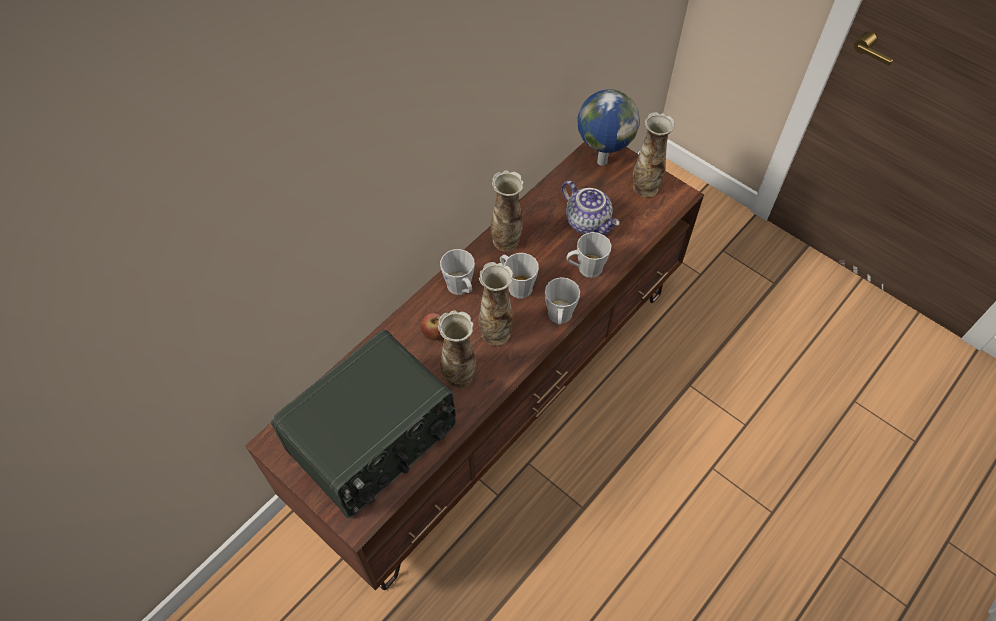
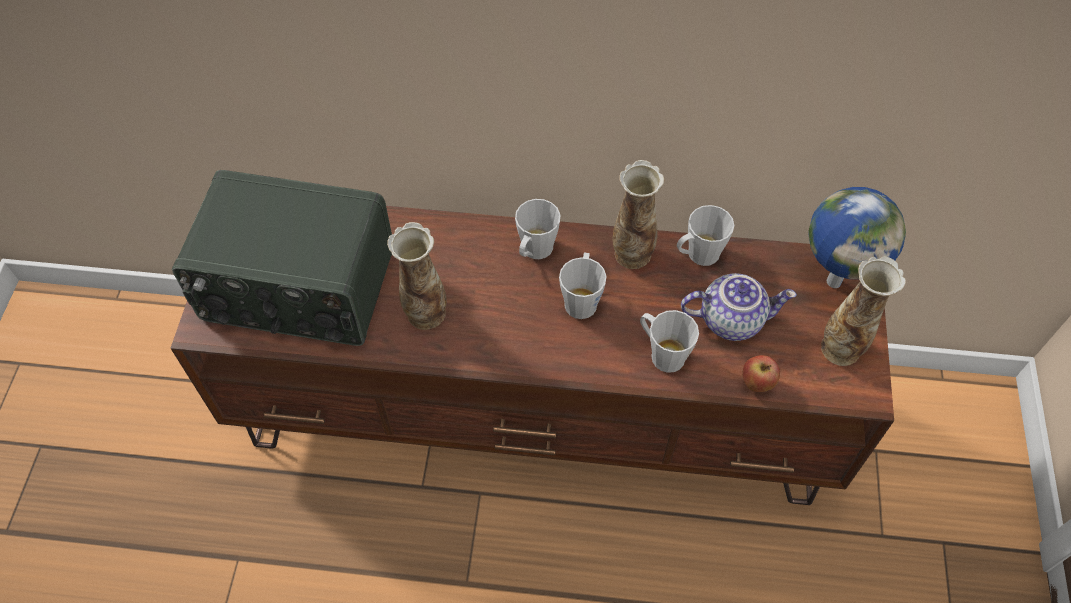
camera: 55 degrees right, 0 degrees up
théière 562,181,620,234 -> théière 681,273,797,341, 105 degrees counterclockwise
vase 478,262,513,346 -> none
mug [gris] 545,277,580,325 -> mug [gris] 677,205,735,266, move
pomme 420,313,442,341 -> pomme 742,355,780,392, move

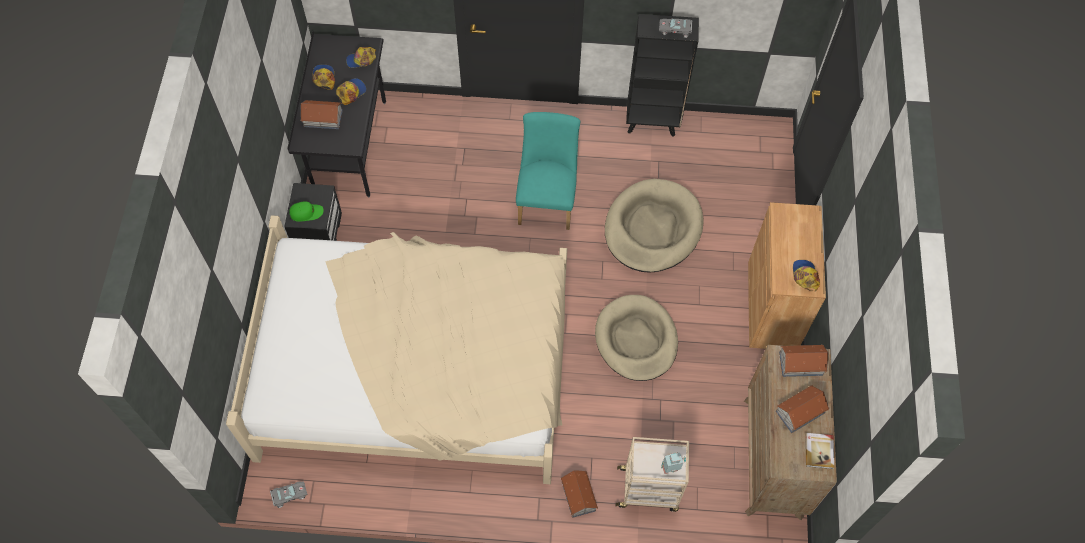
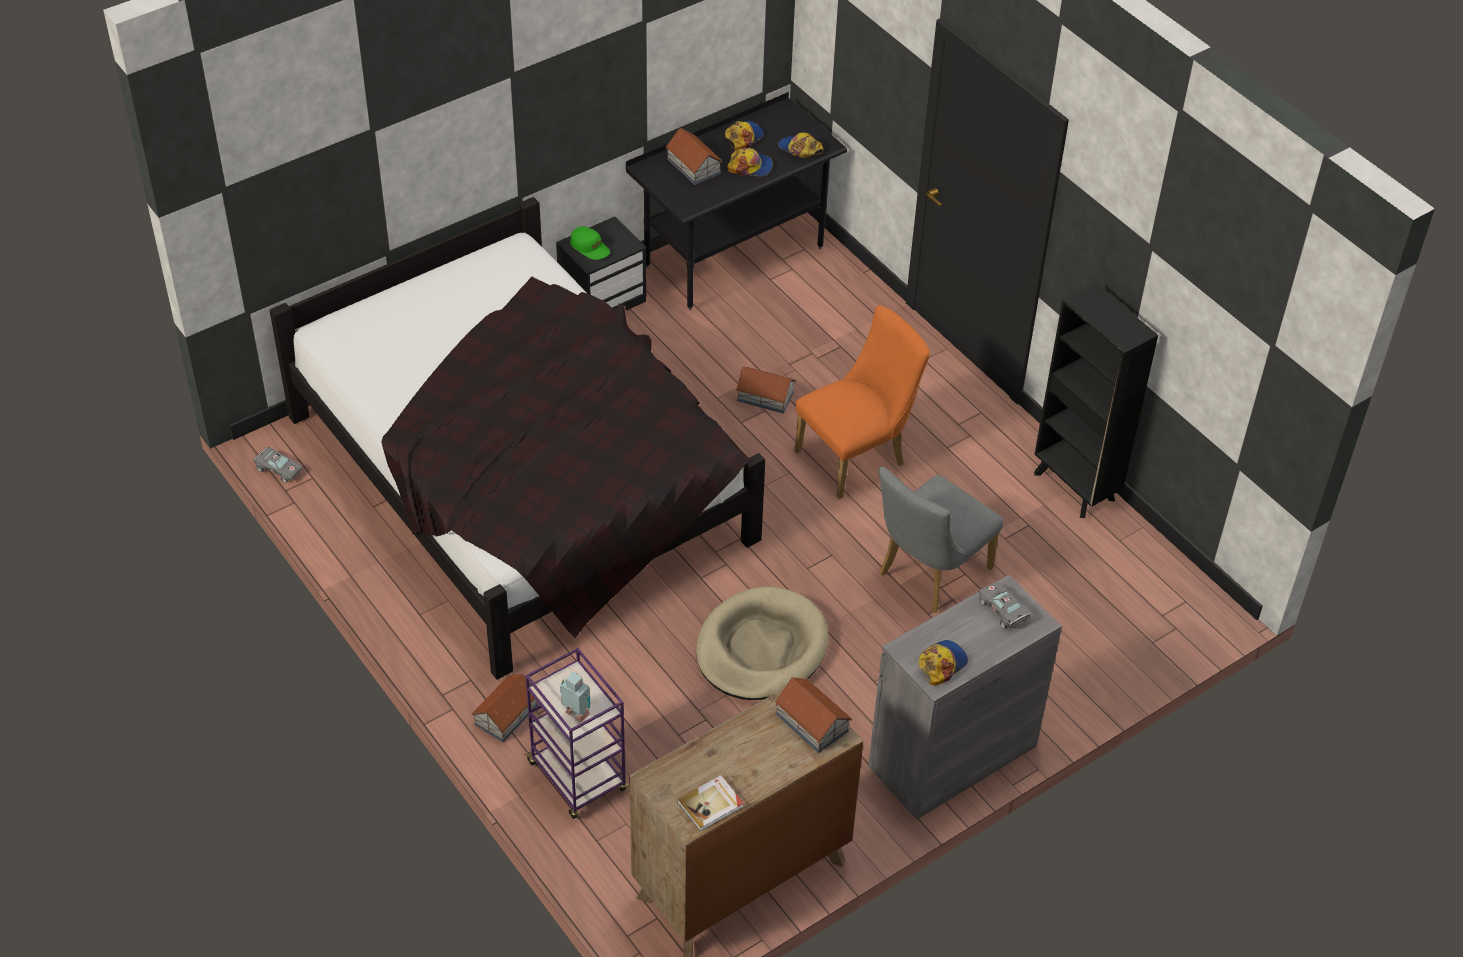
camera: 50 degrees right, 15 degrees down
petite voiture [gris] 659,17,692,38 -> petite voiture [gris] 979,582,1031,629, move
chaise [turquoise] 516,112,580,230 -> chaise [orange] 794,305,930,499
panier pour chien [beige] 605,179,704,272 -> chaise [gris] 879,467,1003,613
meuble de rangement [marron] 748,202,826,349 -> meuble de rangement [gris] 868,575,1062,820
lit [beige] 226,215,567,484 -> lit [noir] 270,197,765,680
maison miniature 776,385,830,433 -> maison miniature 736,367,796,413, move
chariot [beige] 616,437,689,512 -> chariot [violet] 524,648,628,819

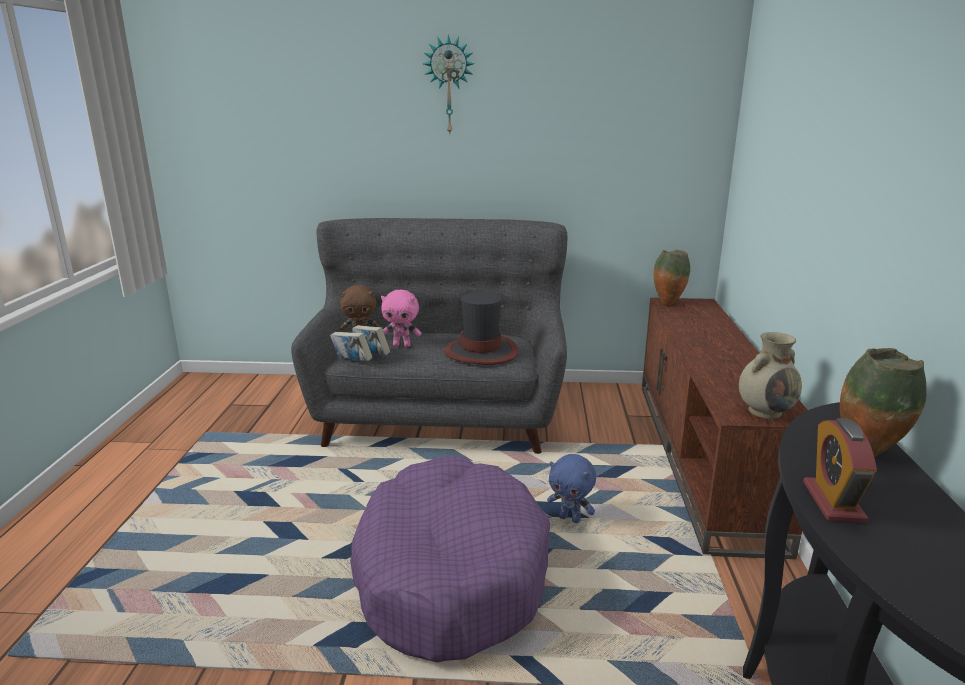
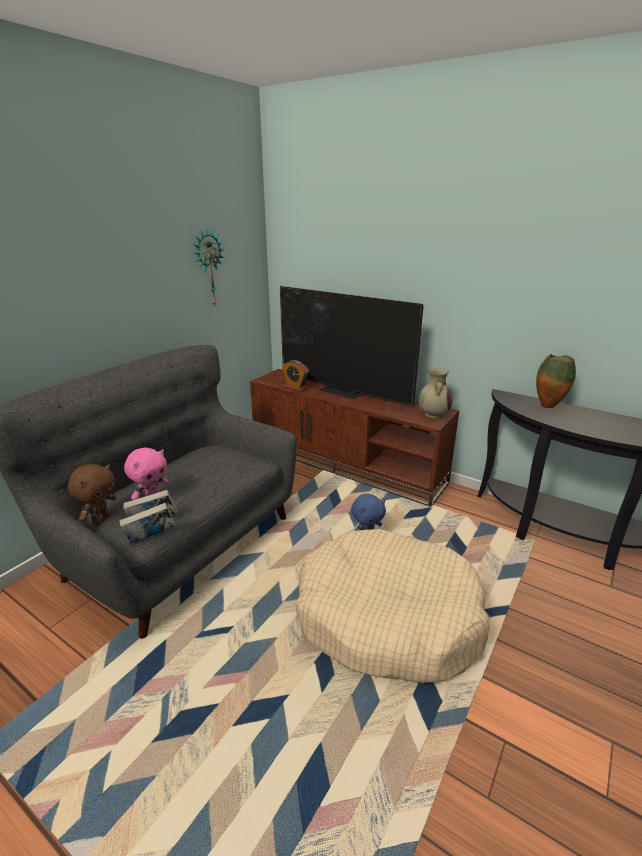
camera: 60 degrees left, 5 degrees up
horloge murale 423,35,474,134 -> horloge murale 194,229,224,306, move
vase 654,250,690,305 -> none
chapeau 444,292,519,365 -> none
réveil 803,418,877,522 -> réveil 282,360,309,392, move
panier pour chien [violet] 350,456,550,663 -> panier pour chien [beige] 295,529,490,683
none -> téléviseur 280,286,423,406

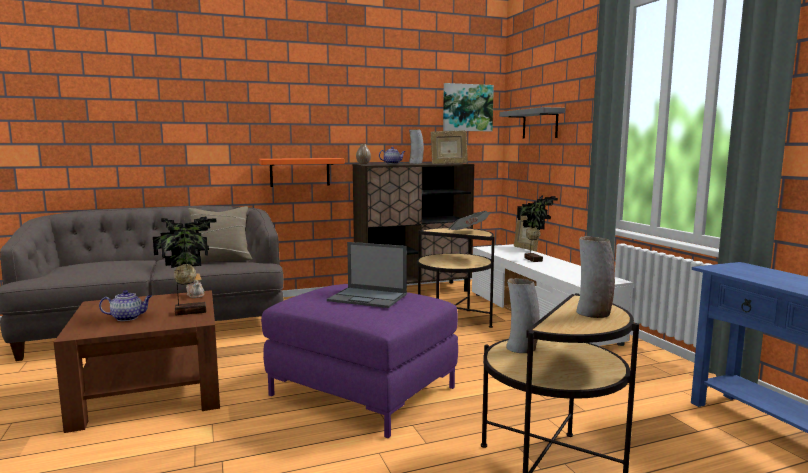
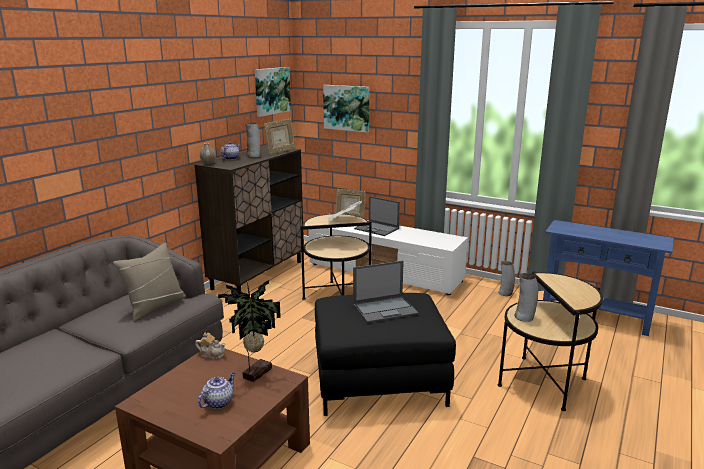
camera: 40 degrees left, 10 degrees up
étagère [gris] 499,107,565,138 -> tableau 323,85,369,132
étagère [orange] 259,158,345,187 -> none
plante en pot 517,195,558,262 -> ordinateur portable 354,196,400,236
vase 576,236,615,318 -> vase 498,261,515,296, move
pouf [violet] 261,284,458,438 -> pouf [noir] 315,293,456,416

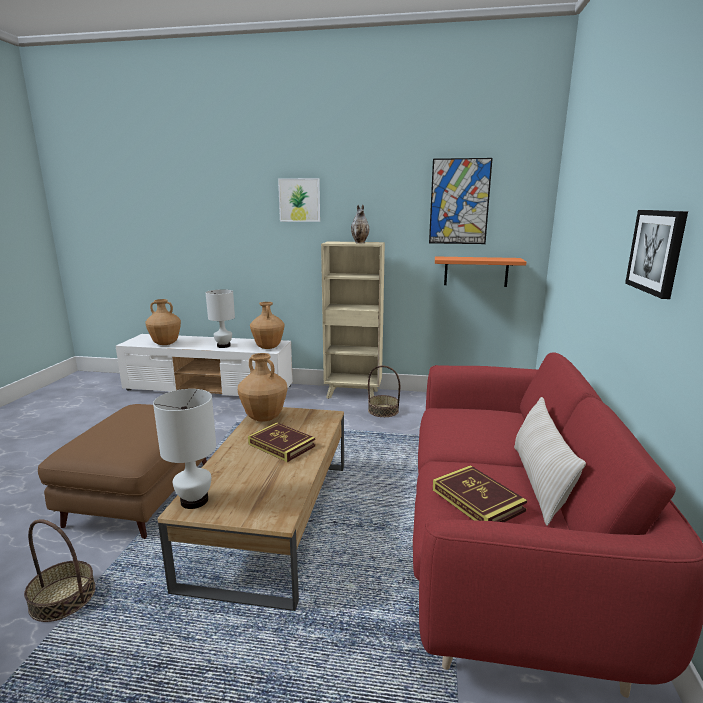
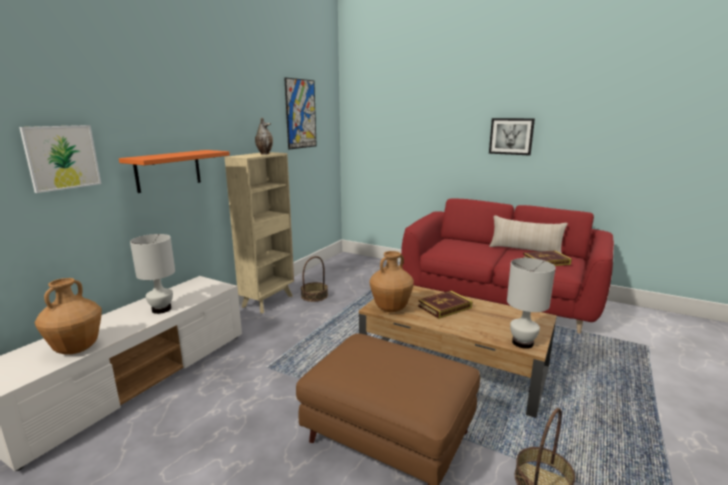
camera: 70 degrees left, 0 degrees up
tableau 278,178,320,222 -> tableau 19,125,101,193, move
étagère [orange] 435,256,526,287 -> étagère [orange] 119,150,230,193, move
vase [marron] 250,302,285,349 -> none

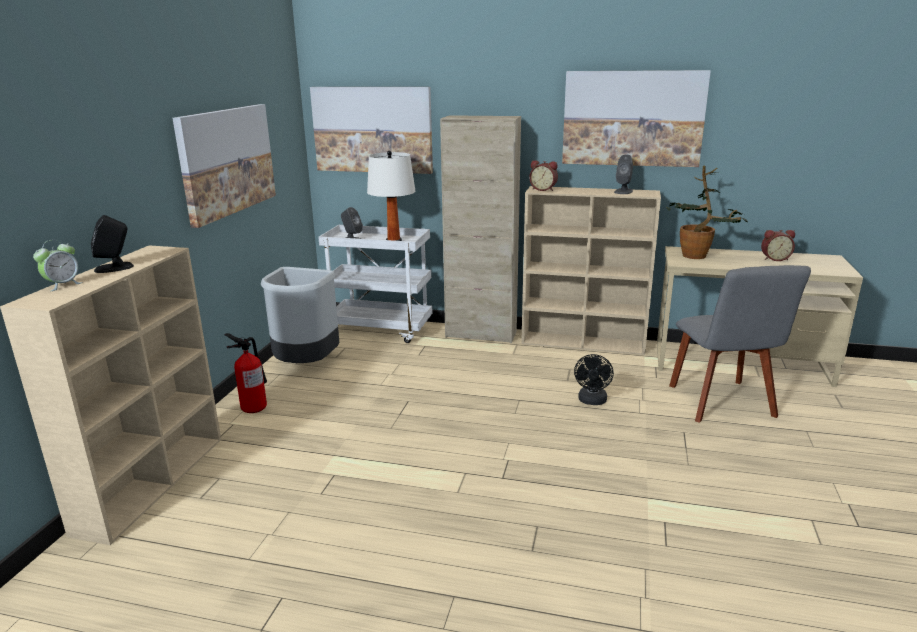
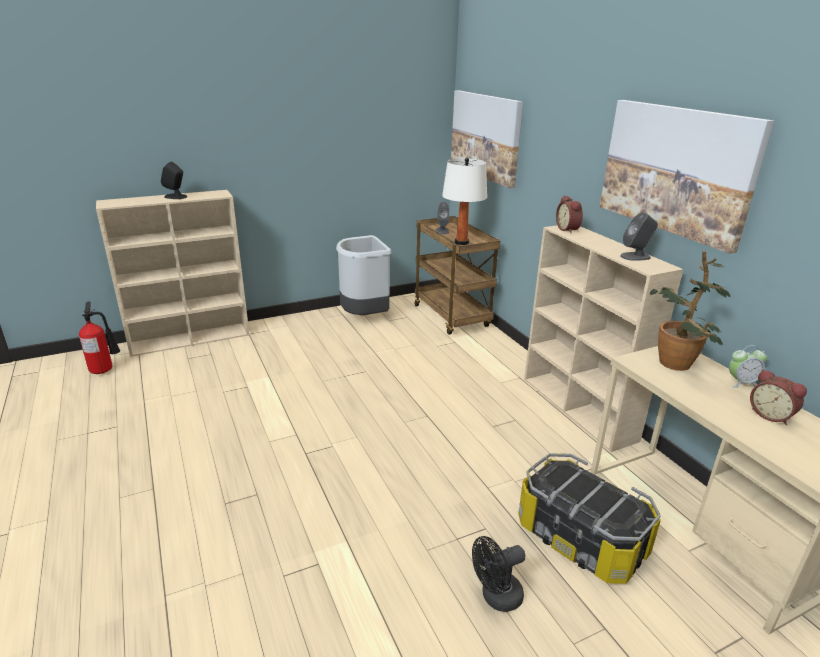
camera: 50 degrees right, 5 degrees up
tableau 173,104,276,228 -> none
meuble de rangement [beige] 440,115,521,343 -> none
chariot [blanc] 318,225,432,343 -> chariot [marron] 415,216,500,335
réveil 33,240,83,292 -> réveil 729,345,768,388, move
chaise [gris] 669,265,811,423 -> boîte de rangement 519,453,661,584
extincteur 225,333,267,413 -> extincteur 79,301,120,374, move
ventilateur [noir] 574,354,614,405 -> ventilateur [noir] 472,536,525,612, move

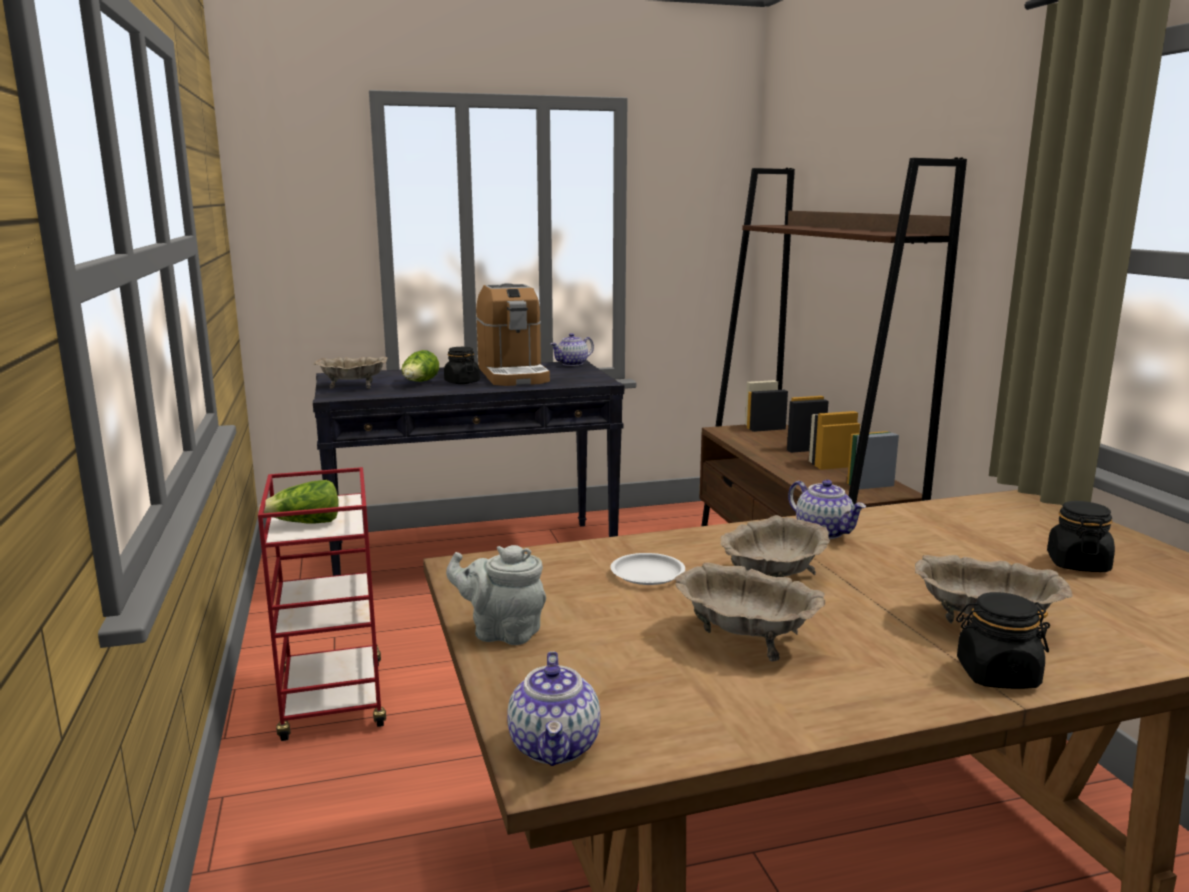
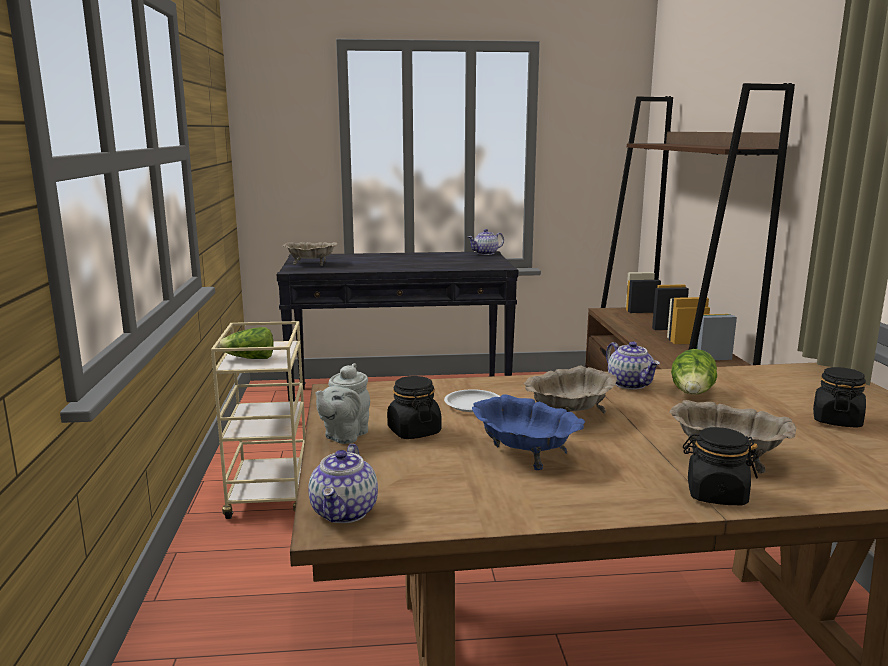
camera: 10 degrees right, 0 degrees up
machine à café 476,283,550,386 -> none
bocal [noir] 444,347,480,384 -> bocal [noir] 387,376,441,439, move
laitue 401,350,439,382 -> laitue 671,349,717,394, move
chariot [rouge] 258,467,386,741 -> chariot [beige] 211,321,306,519
théière [gris] 446,545,546,645 -> théière [gris] 315,363,370,444, 90 degrees counterclockwise
bol [beige] 674,563,825,662 -> bol [bleu] 472,394,585,470

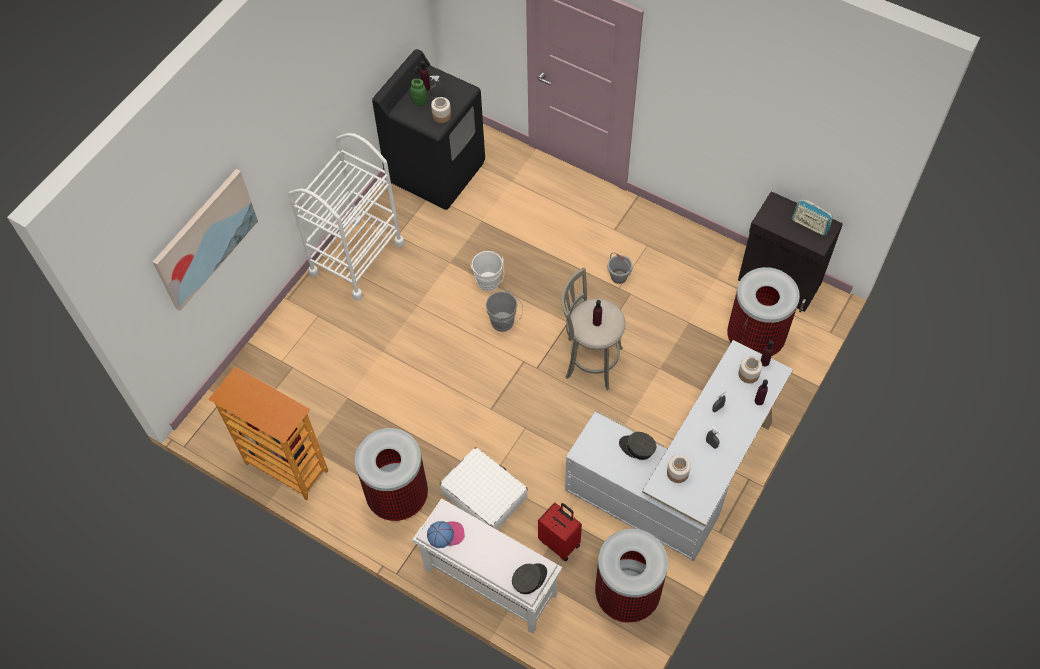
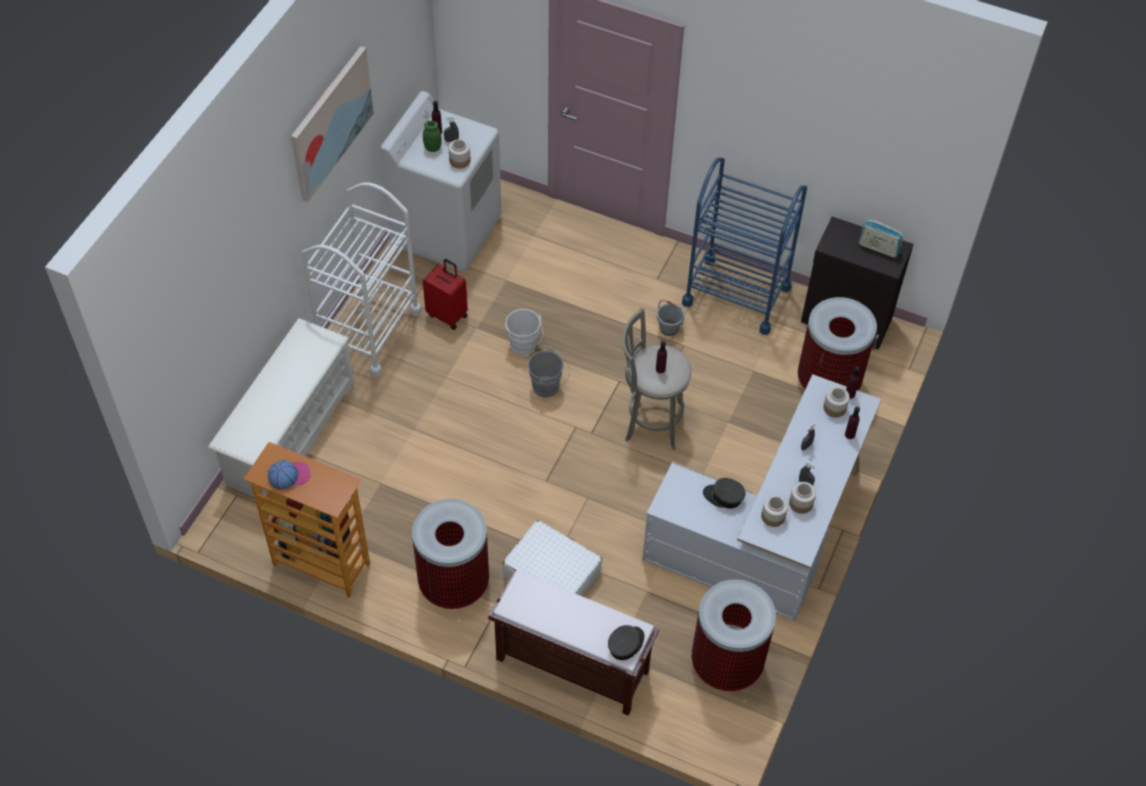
camera: 10 degrees left, 5 degrees down
lave-linge [noir] 372,49,485,210 -> lave-linge [blanc] 381,91,501,272
tableau 153,169,258,311 -> tableau 291,46,374,202, move
banc [blanc] 412,498,562,634 -> banc [marron] 488,570,659,716
valise [rouge] 538,502,582,562 -> valise [rouge] 423,259,468,330, move
casquette 427,521,465,548 -> casquette 268,460,311,490, move
none -> chariot [bleu] 682,158,807,335
none -> étagère à chaussures [blanc] 208,318,354,497
none -> bocal 789,482,816,514

